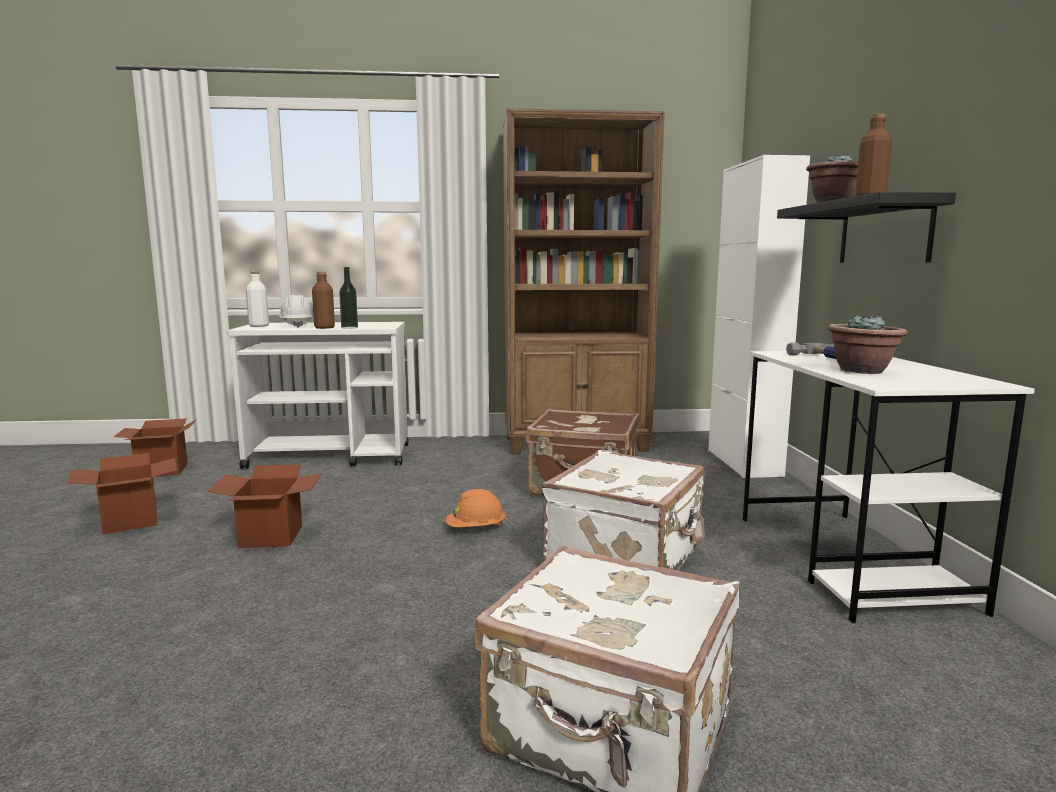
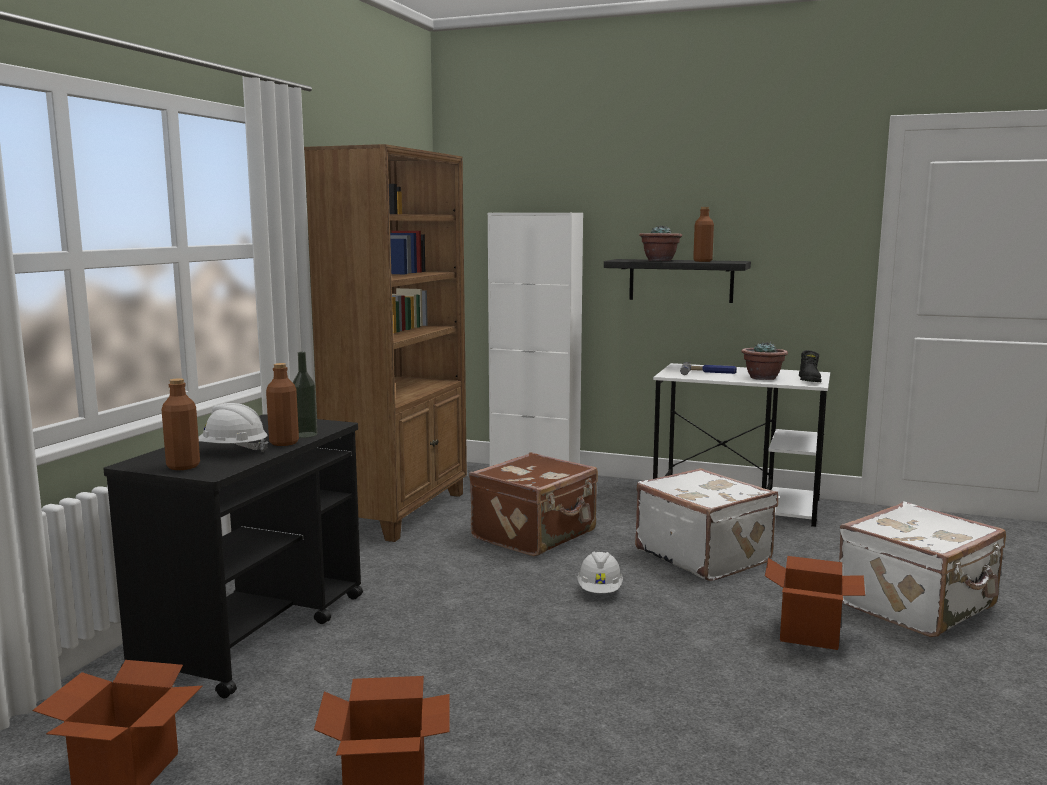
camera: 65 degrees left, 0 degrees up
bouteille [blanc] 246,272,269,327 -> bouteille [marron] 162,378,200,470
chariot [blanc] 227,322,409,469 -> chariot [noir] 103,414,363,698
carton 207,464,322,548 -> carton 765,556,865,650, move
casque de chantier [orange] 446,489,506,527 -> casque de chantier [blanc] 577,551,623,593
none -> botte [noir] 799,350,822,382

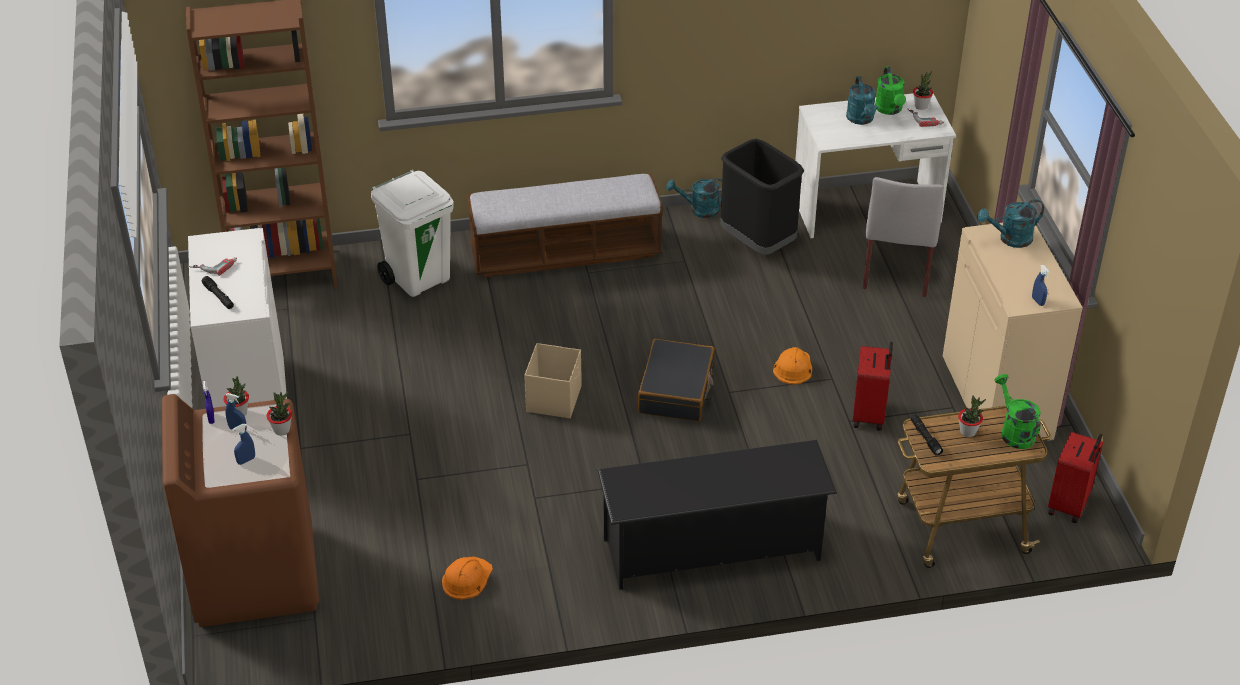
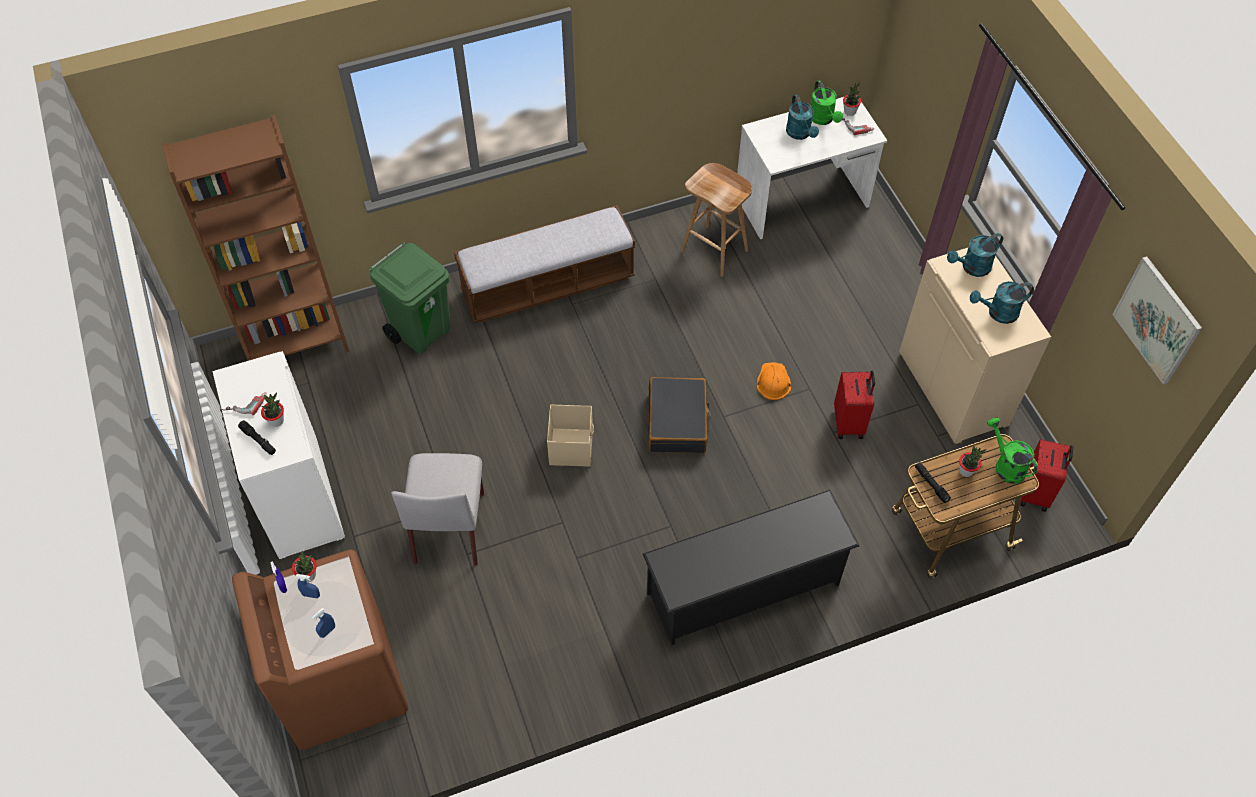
camera: 10 degrees left, 15 degrees up
poubelle [noir] 720,139,804,255 -> tabouret [marron] 681,163,752,277
poubelle [blanc] 371,170,454,297 -> poubelle [vert] 369,242,450,354
chaise [gris] 863,177,944,297 -> chaise [gris] 391,453,484,565, move
arrosoir [turquoise] 666,178,722,218 -> arrosoir [turquoise] 970,281,1034,324, move
vaporisateur [bleu] 1032,265,1050,306 -> none
plante en pot 266,391,292,435 -> plante en pot 261,393,284,427, move
casque de chantier [orange] 442,557,493,600 -> none
none -> tableau 1112,256,1202,384

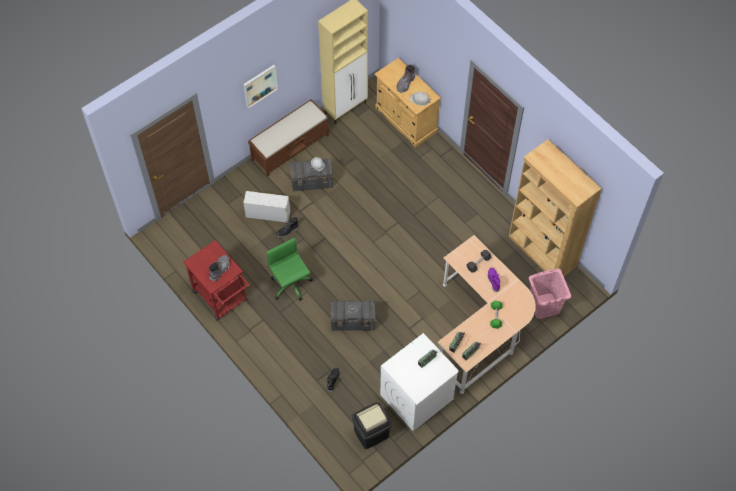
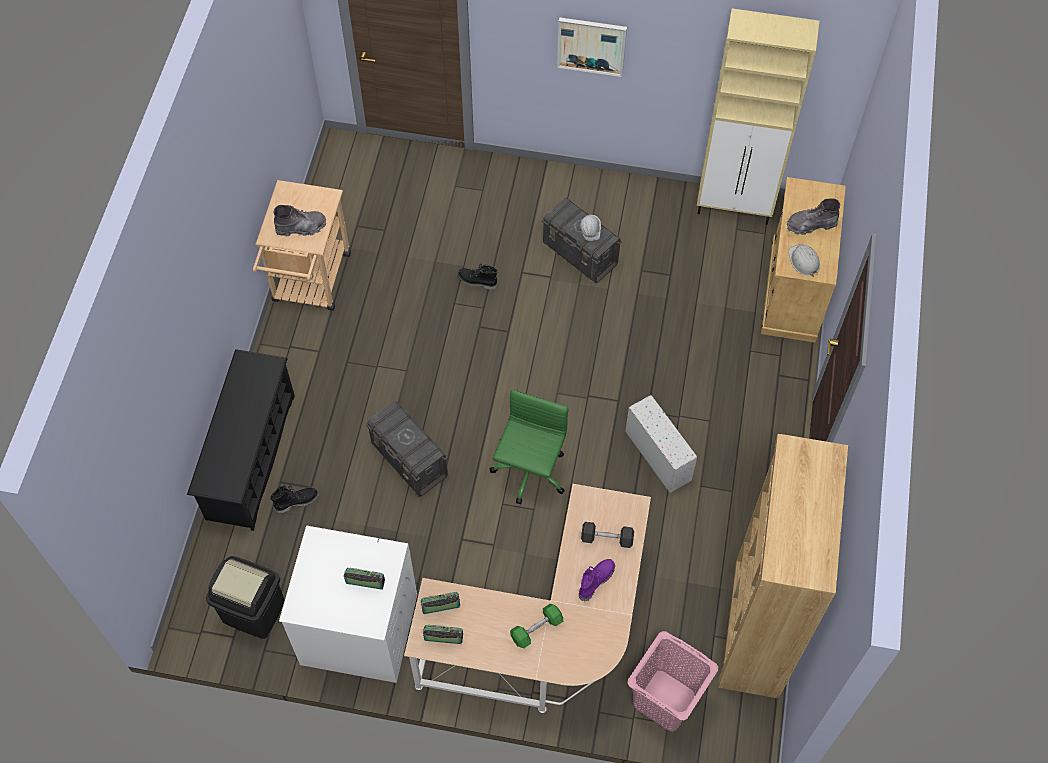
camera: 50 degrees right, 0 degrees up
banc [marron] 248,99,329,177 -> none
boîte de rangement [blanc] 243,191,290,223 -> boîte de rangement [blanc] 625,395,697,493, move
chaise de bureau [vert] 266,238,313,300 -> chaise de bureau [vert] 490,390,569,504, move
chariot [rouge] 183,240,250,320 -> chariot [beige] 253,180,351,311
none -> étagère à chaussures [noir] 187,349,295,531

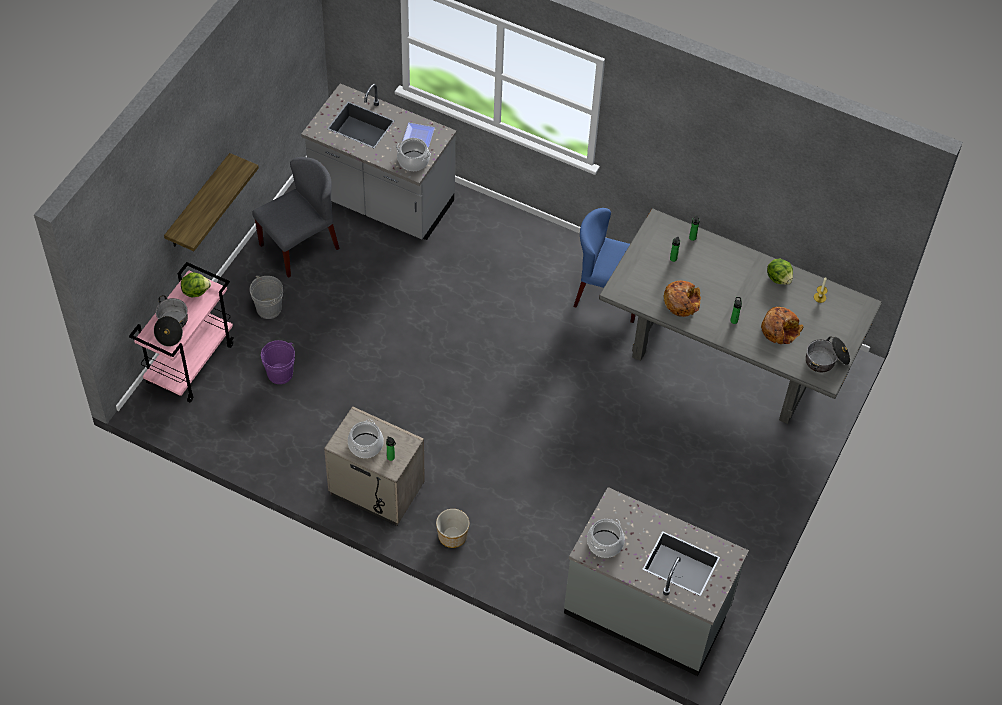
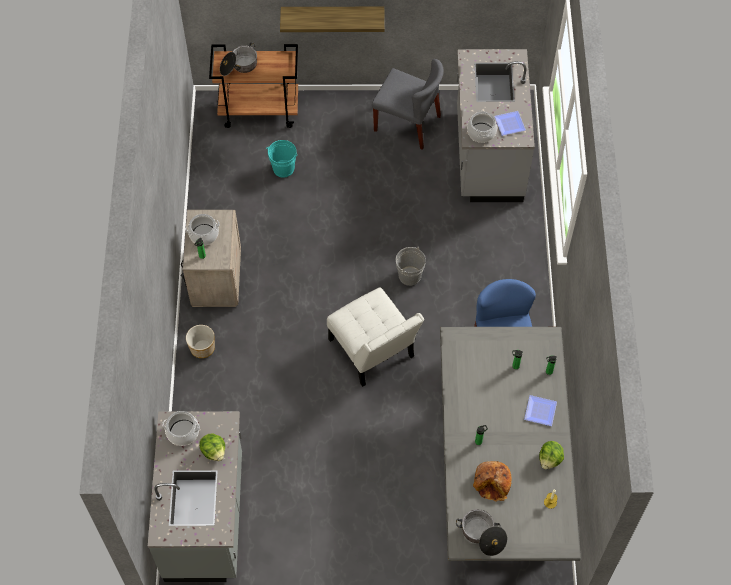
camera: 65 degrees right, 5 degrees up
chariot [rose] 129,262,234,402 -> chariot [marron] 209,44,298,128
laitue 181,272,211,297 -> laitue 199,433,225,461, move
seau [gris] 250,276,283,319 -> seau [gris] 396,246,426,286, move
pain 664,281,701,317 -> none
seau [violet] 261,340,295,384 -> seau [turquoise] 266,140,297,177
none -> chaise [blanc] 327,287,424,387
none -> assiette 524,395,557,426

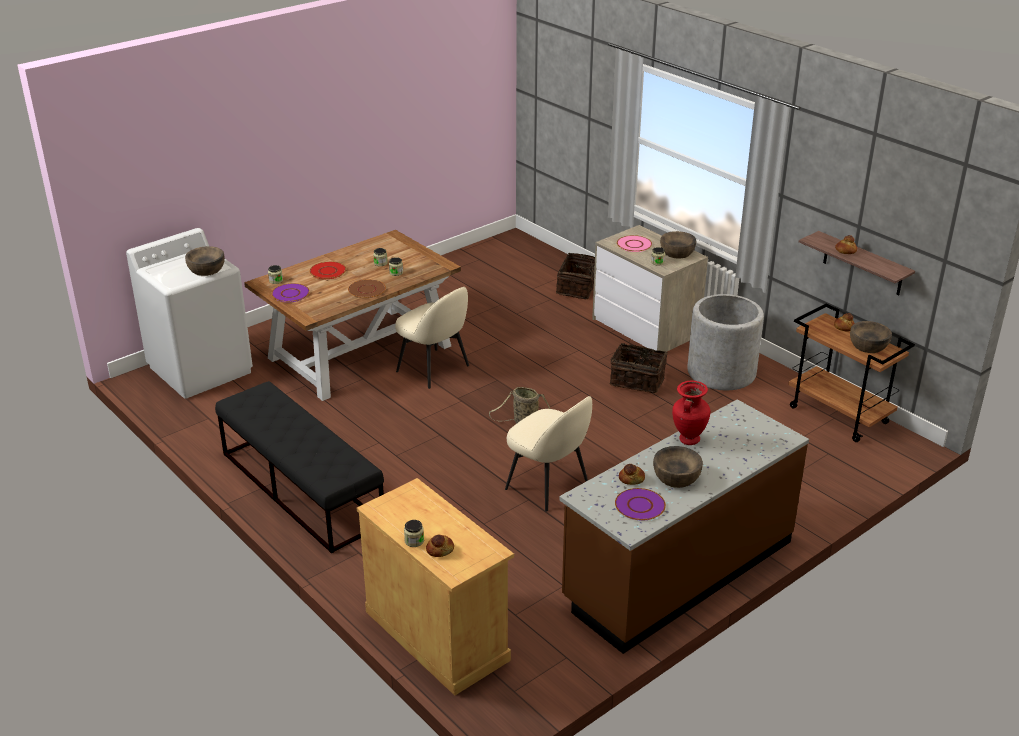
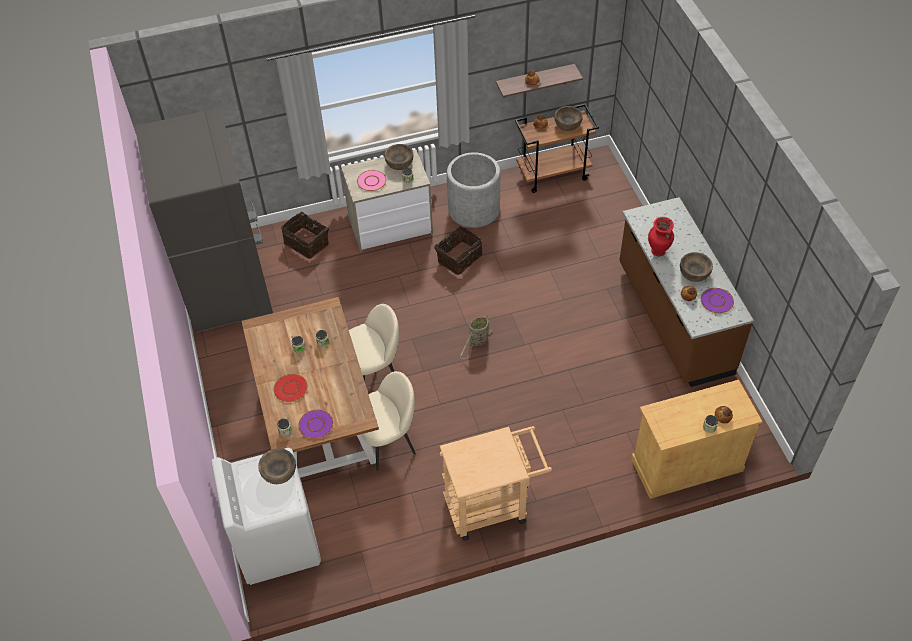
camera: 65 degrees left, 20 degrees up
assiette [marron] 348,279,386,298 -> none
banc [noir] 215,381,384,553 -> chariot [beige] 440,426,552,541
chaise [beige] 505,396,592,511 -> chaise [beige] 362,371,416,471, move
none -> réfrigérateur [gris] 135,108,273,332

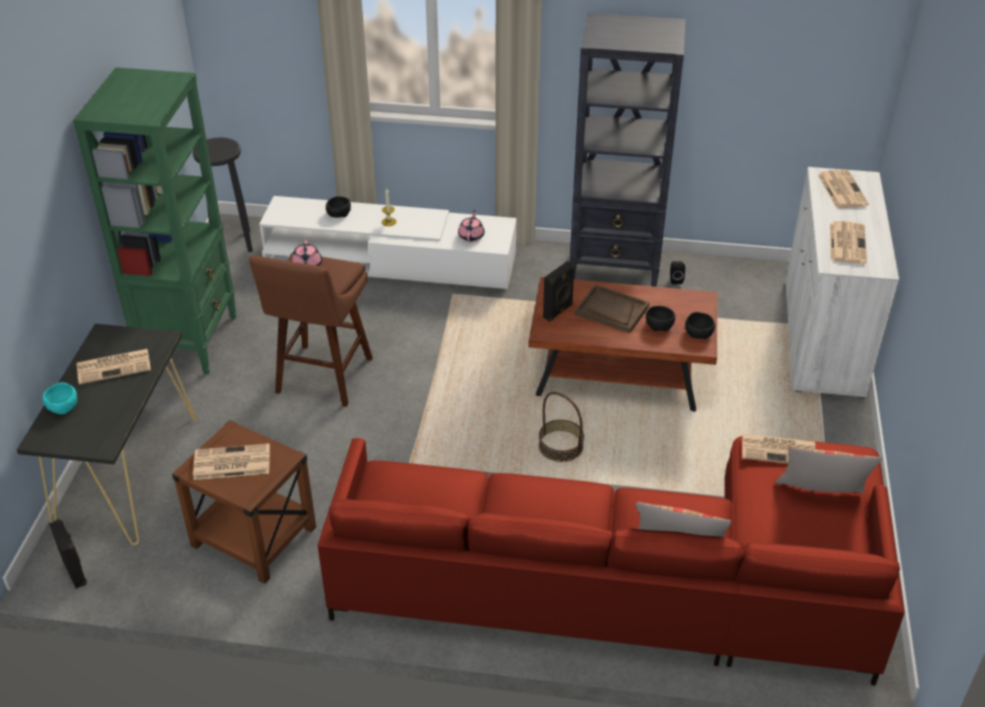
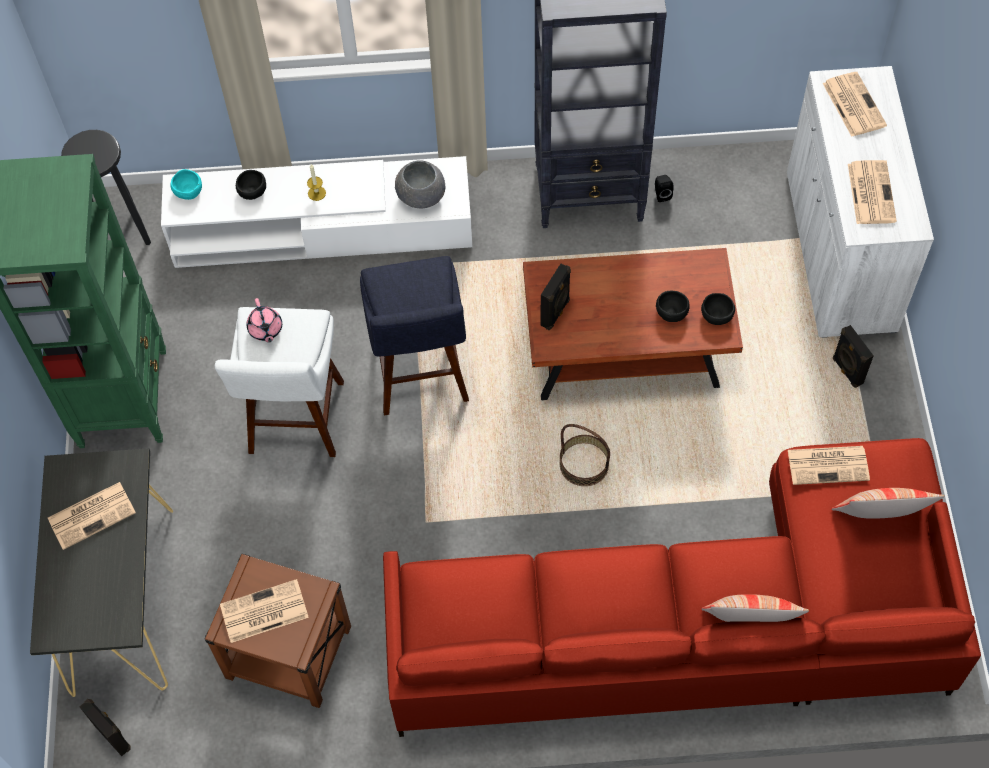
camera: 10 degrees left, 20 degrees up
théière [rose] 458,210,485,242 -> bol [gris] 395,160,445,208
tabouret [marron] 249,253,373,407 -> tabouret [blanc] 215,307,344,457
plateau [marron] 575,285,650,333 -> none
bol [turquoise] 43,382,77,414 -> bol [turquoise] 170,169,202,200, move
none -> tabouret [bleu] 360,256,469,416
none -> enceinte [noir] 833,325,874,388

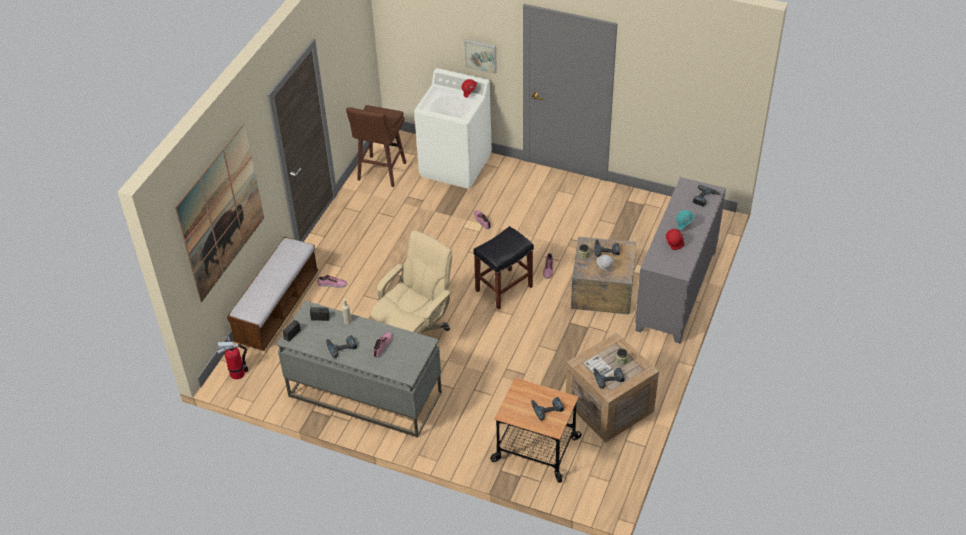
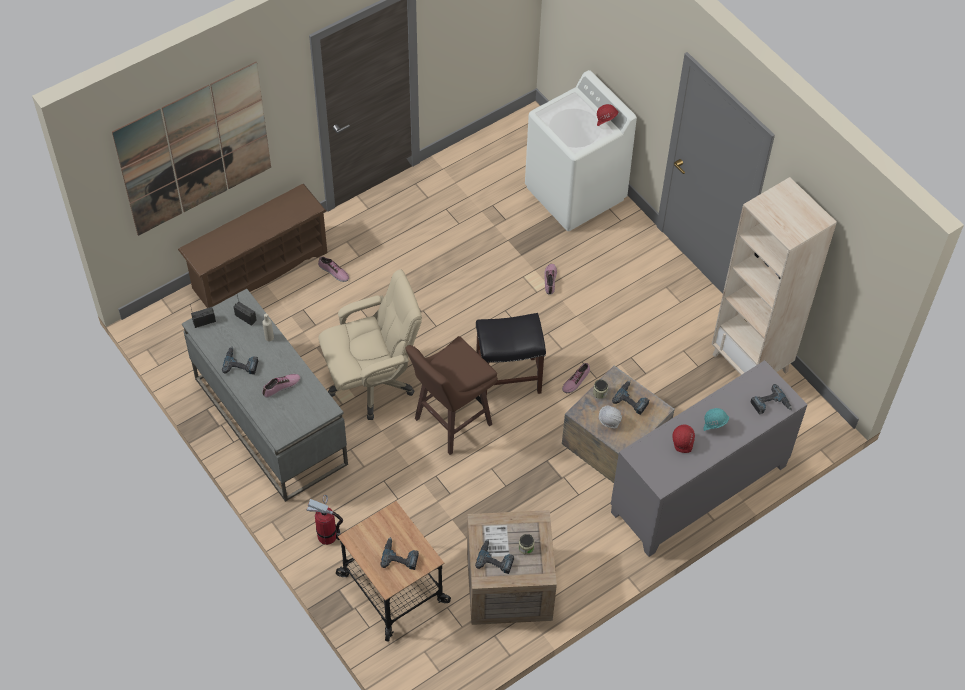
camera: 30 degrees right, 10 degrees up
tableau 464,39,497,74 -> none
tabouret [marron] 346,105,406,187 -> tabouret [marron] 405,336,498,455, move
banc 227,236,318,351 -> étagère à chaussures [marron] 178,184,327,308
extincteur 217,335,248,380 -> extincteur 307,495,343,545, move
none -> bibliothèque [beige] 712,177,837,375

